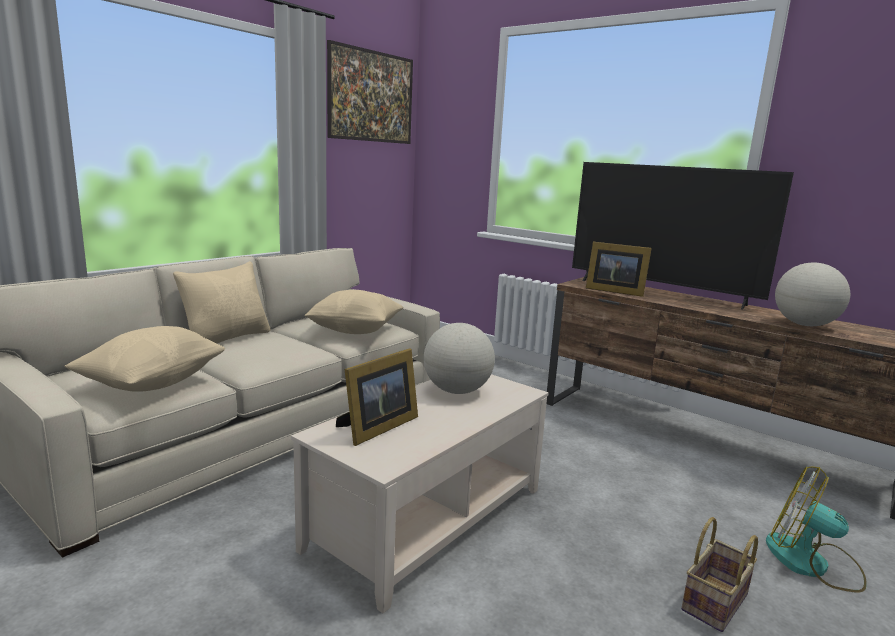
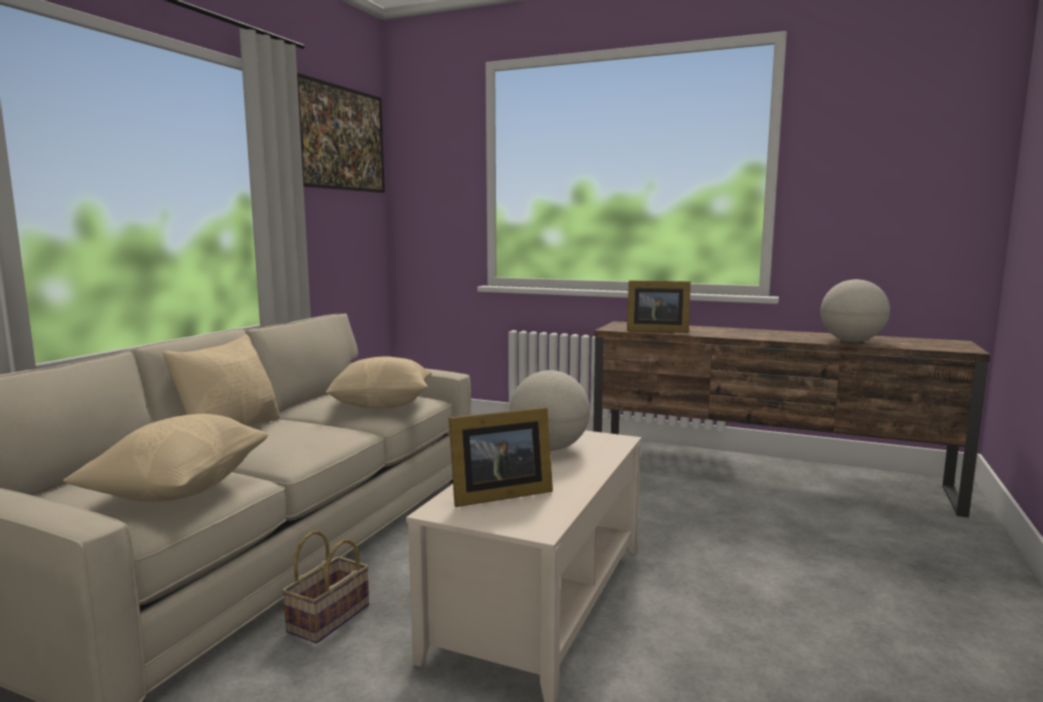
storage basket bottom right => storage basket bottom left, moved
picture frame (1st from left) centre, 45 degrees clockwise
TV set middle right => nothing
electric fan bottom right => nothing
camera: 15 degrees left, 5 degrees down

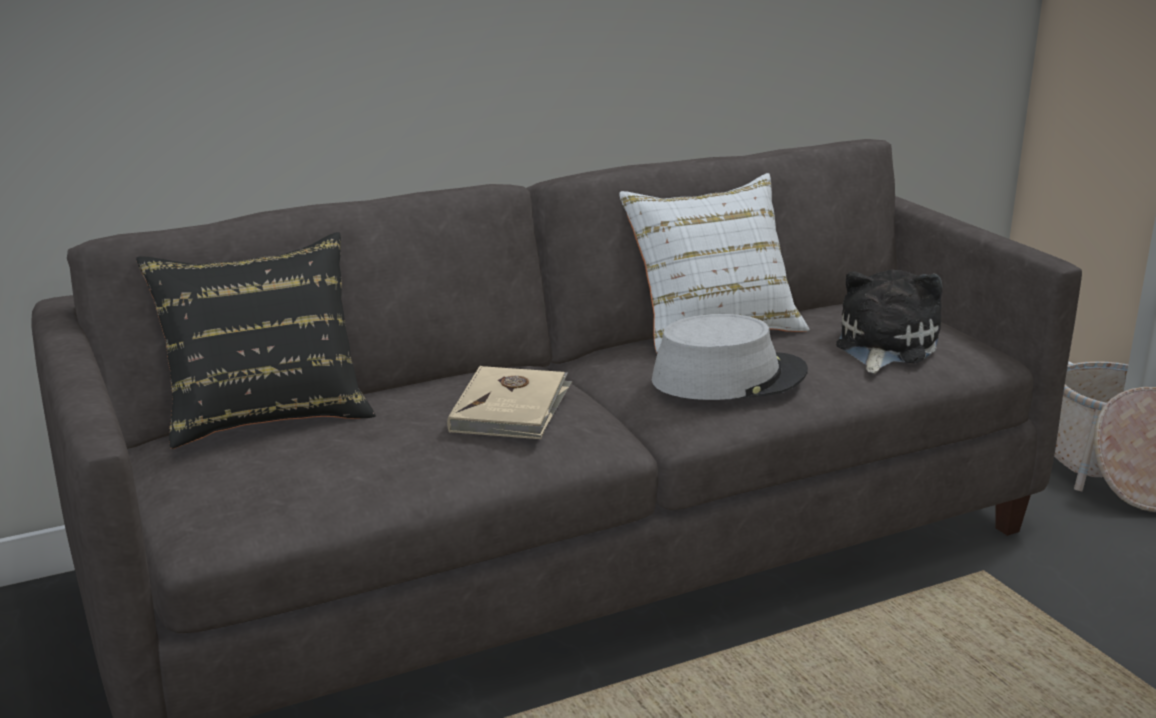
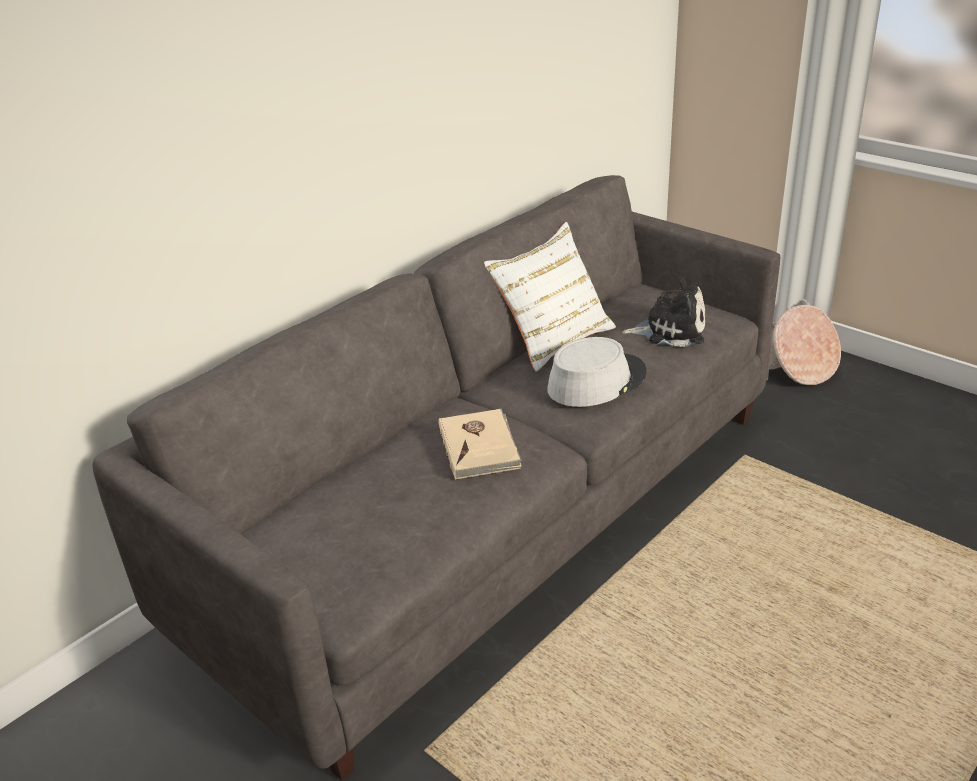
plush toy middle right, 90 degrees clockwise
throw pillow in black-coloured middle left => nothing
camera: 20 degrees left, 10 degrees up

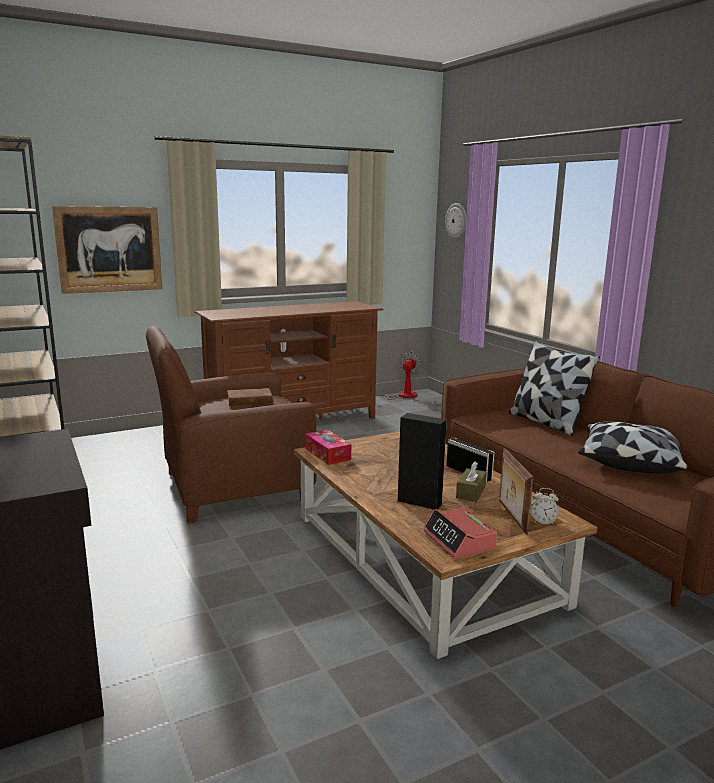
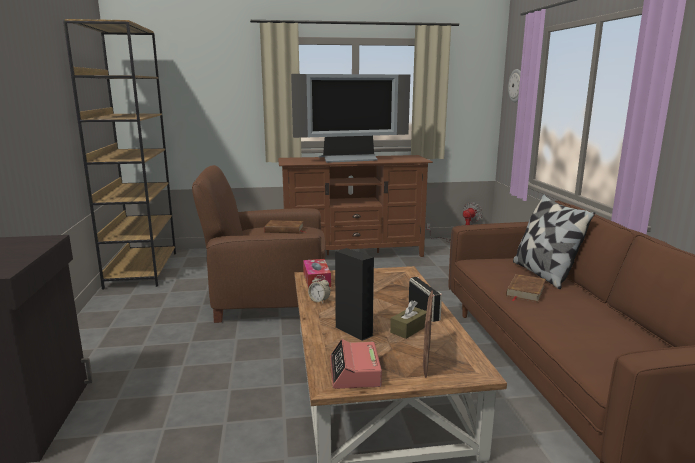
nothing => TV set top centre
table clock (2nd from left in the first image) middle right => table clock (1st from left) centre, moved
nothing => bound book in brownish (2nd from left) middle right
picture top left => nothing
throw pillow (2nd from left) middle right => nothing
camera: 20 degrees right, 0 degrees up

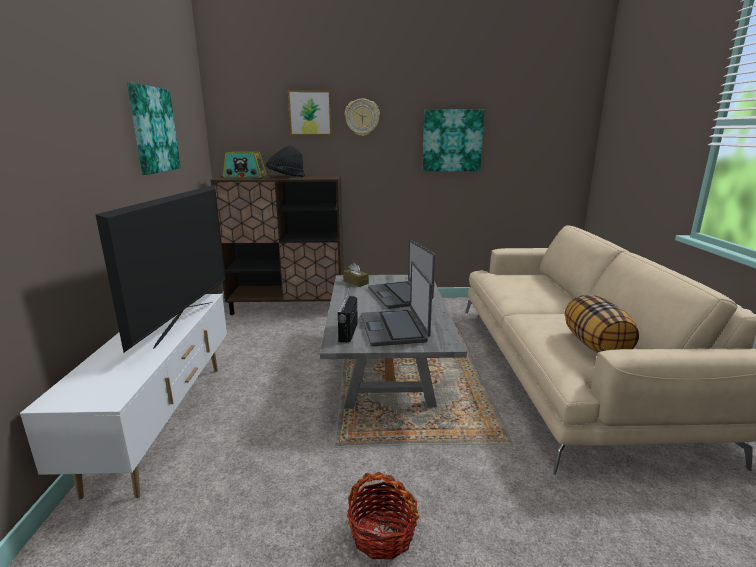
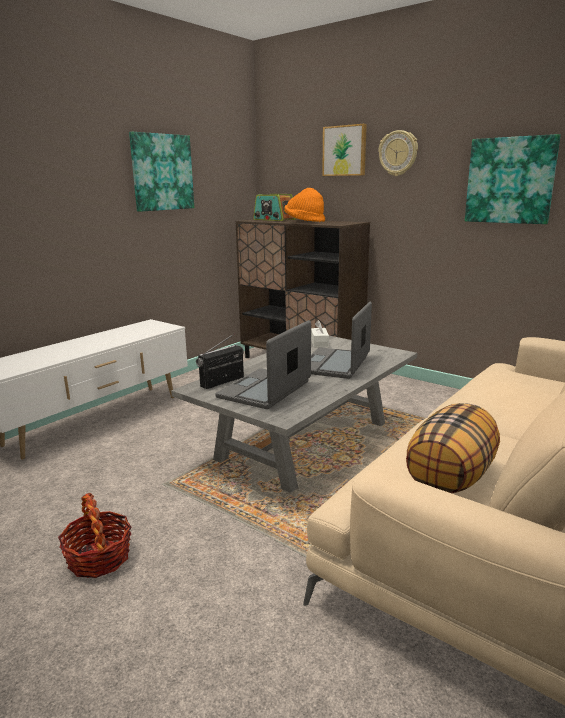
clothing hat in black-coloured top centre => clothing hat in orangey top centre
tissue box in brownish centre => tissue box in whitish centre
TV set middle left => nothing
camera: 40 degrees right, 0 degrees up

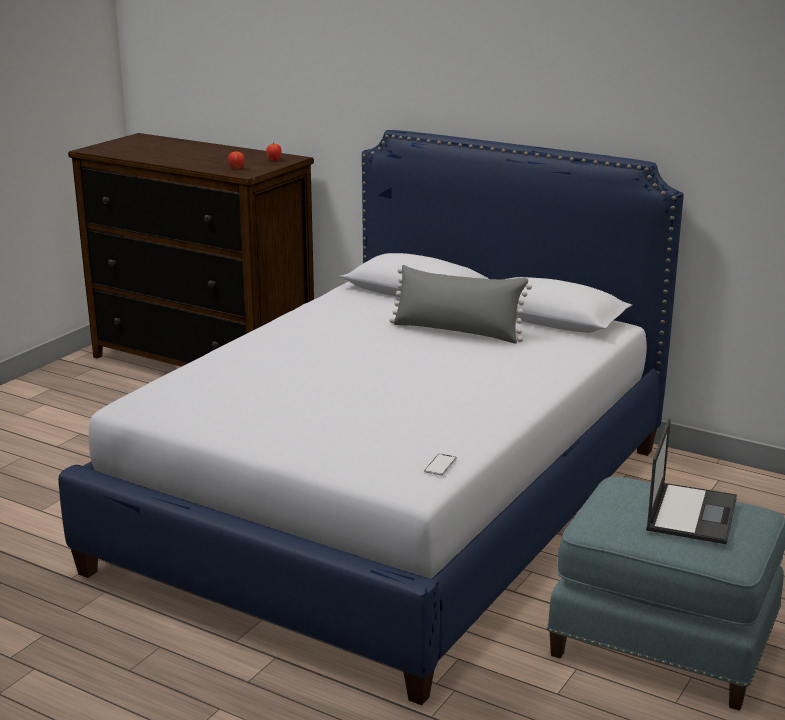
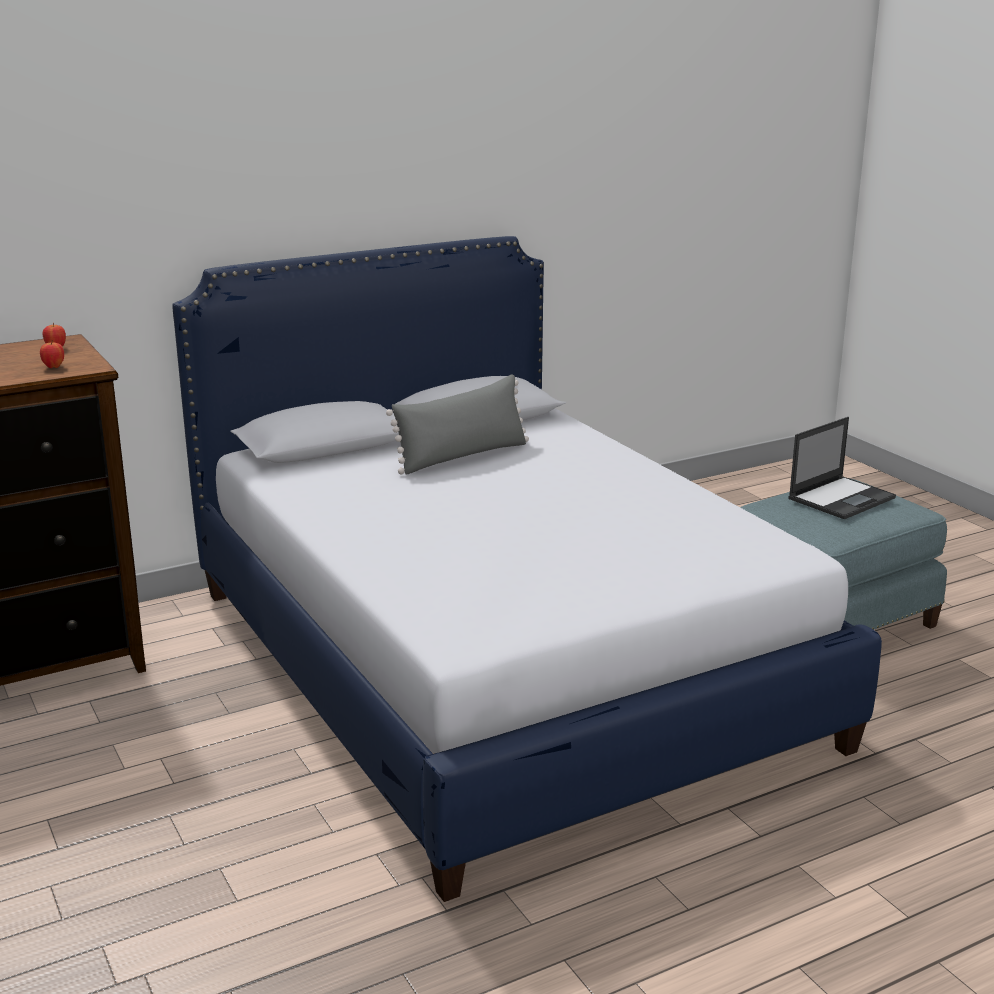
portable computer bottom right => portable computer middle right, 90 degrees clockwise
telephone centre => nothing
camera: 60 degrees left, 0 degrees up

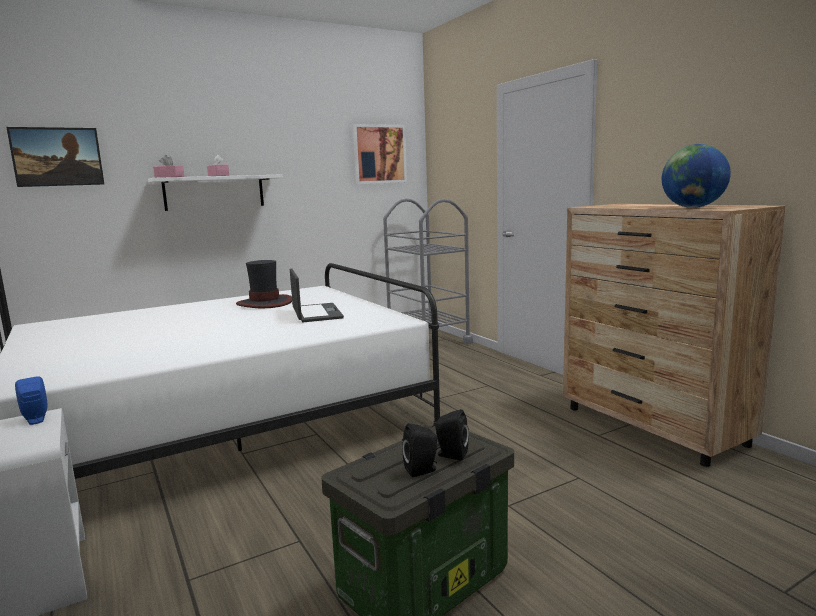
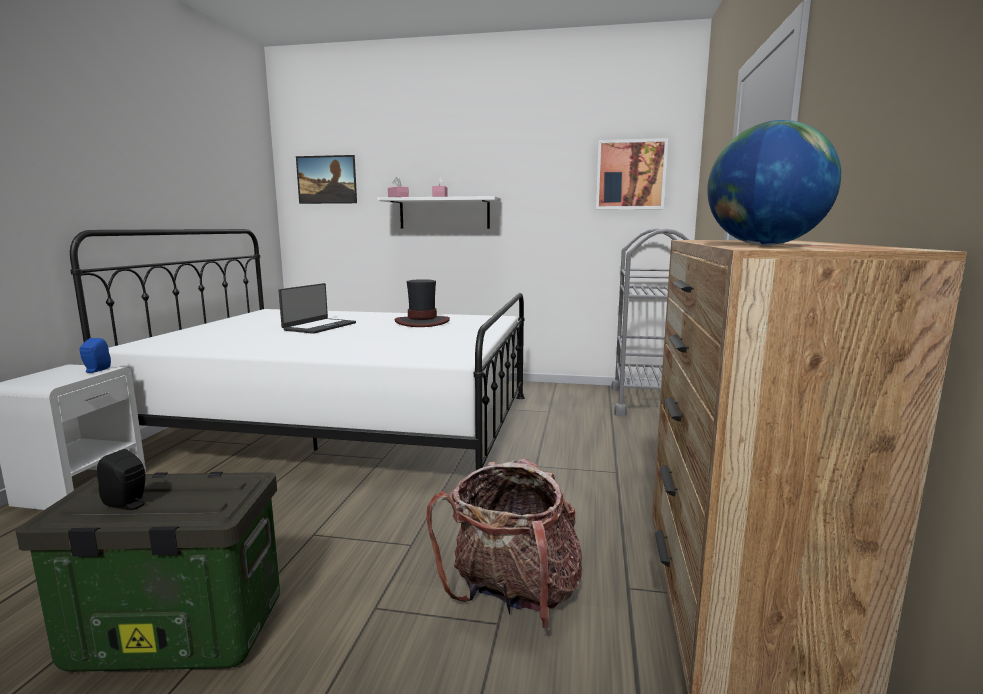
portable computer centre => portable computer middle left, moved
nothing => knapsack bottom centre
loudspeaker in black-coloured (2nd from left) bottom centre => nothing
camera: 40 degrees right, 0 degrees up

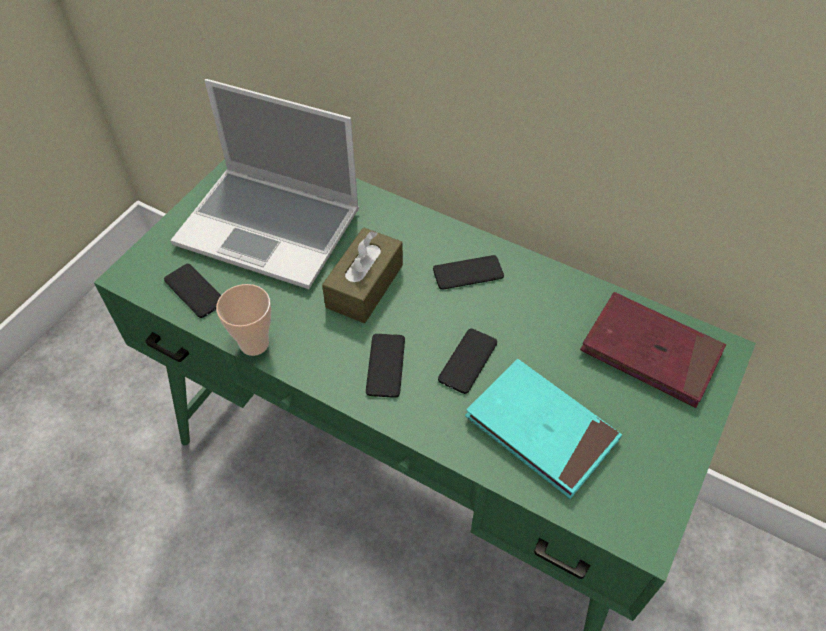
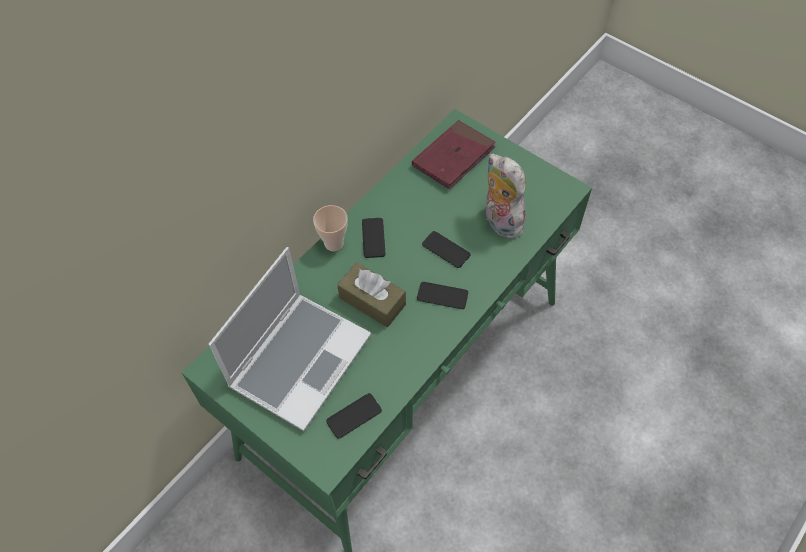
cup middle left => cup centre, moved
bound book in turquoise-coloured bottom centre => plush toy centre
camera: 80 degrees left, 5 degrees up

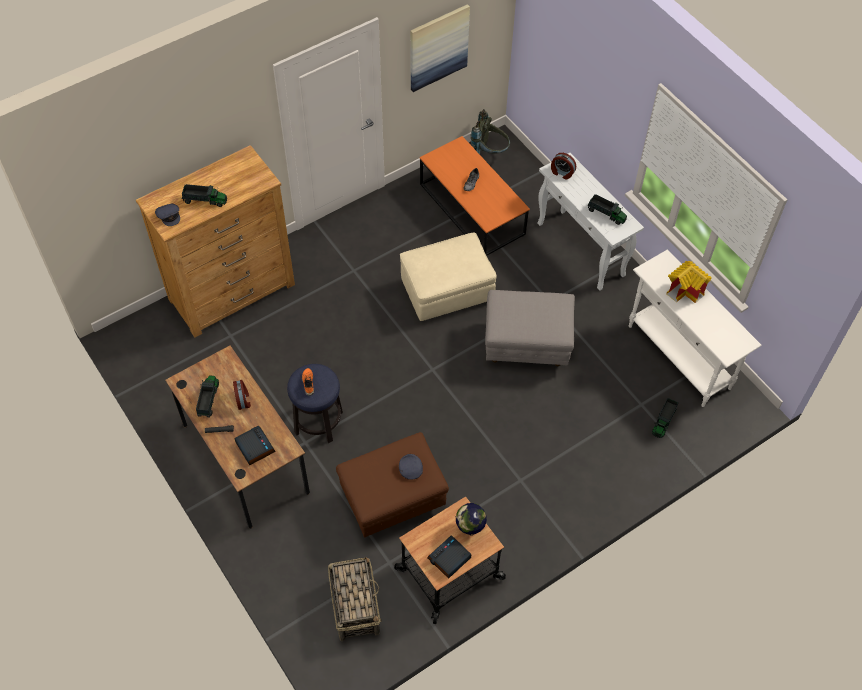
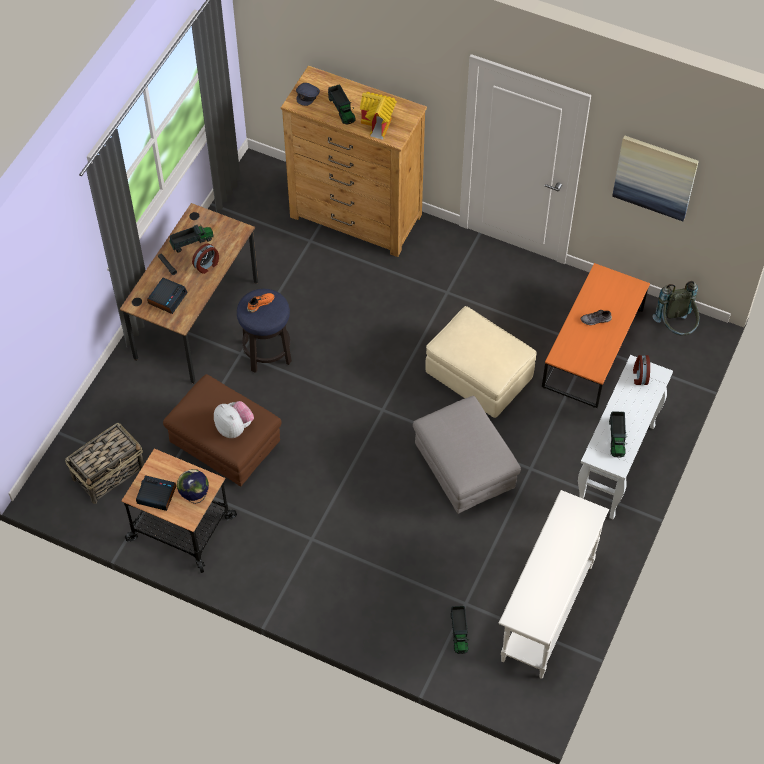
cap in gray (2nd from left) bottom centre => plush toy middle left
model house middle right => model house top centre, moved
toy truck (4th from left in the first image) middle right => toy truck (3rd from left) bottom centre, 90 degrees counterclockwise
camera: 60 degrees right, 0 degrees up

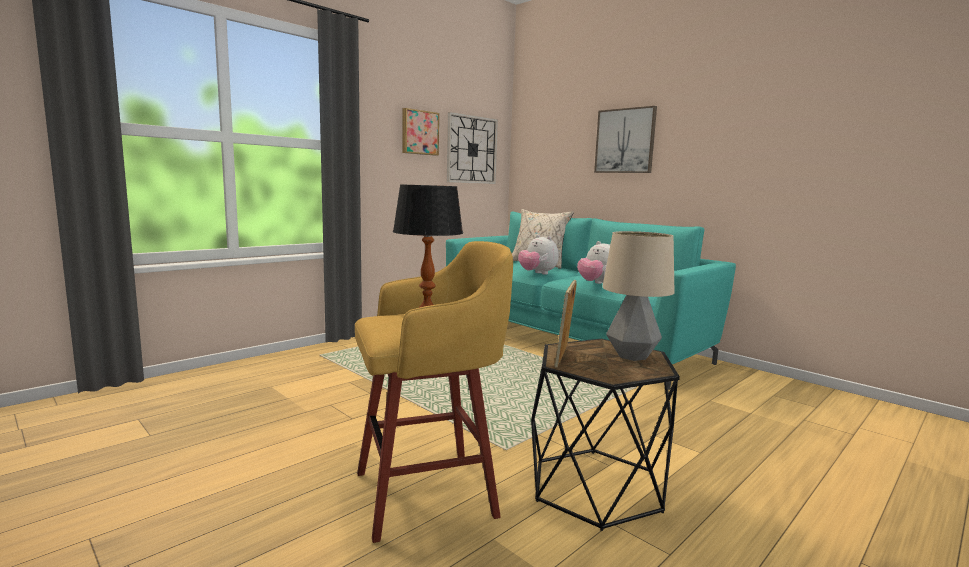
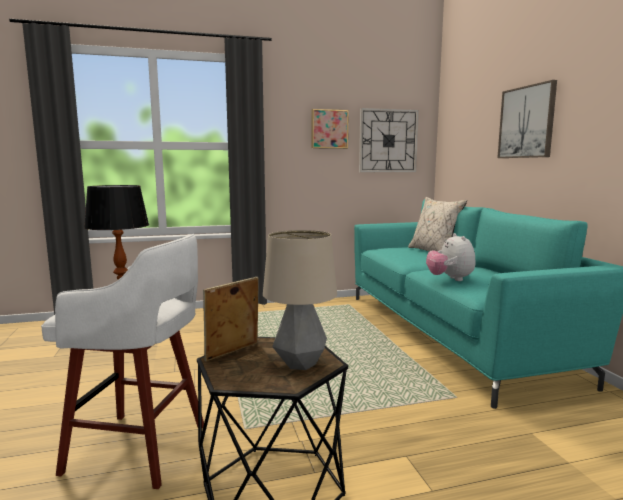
stool seat in yellowish bottom centre => stool seat in whitish bottom left
plush toy (1st from left) centre => nothing
camera: 30 degrees right, 0 degrees up

